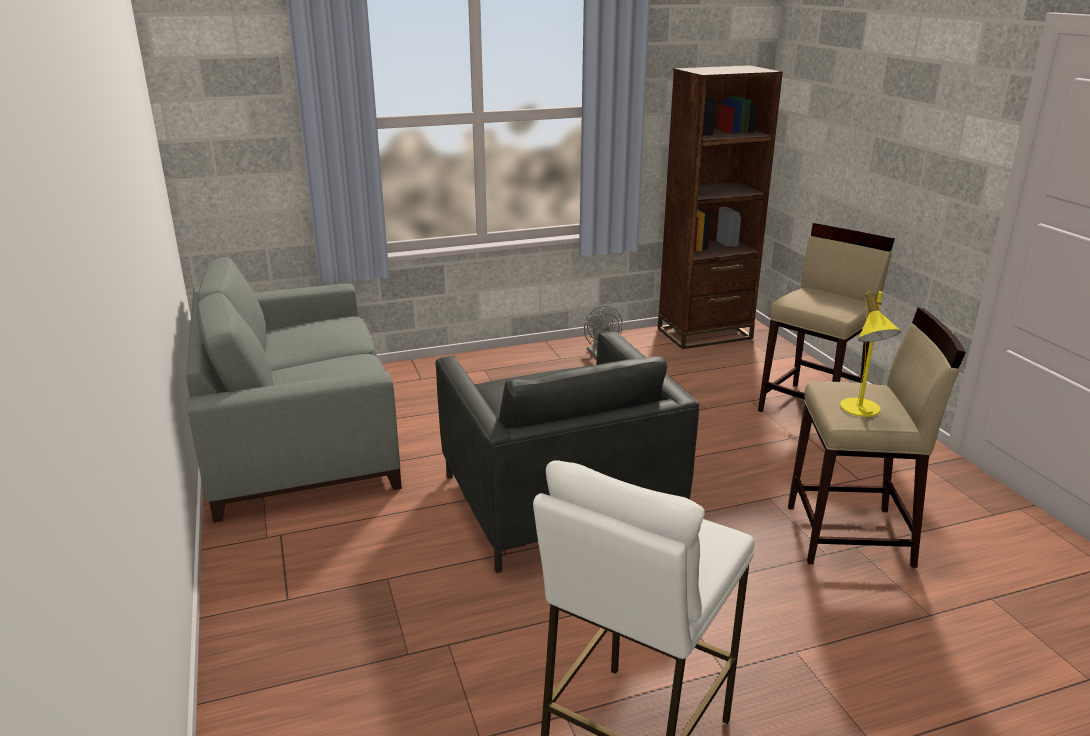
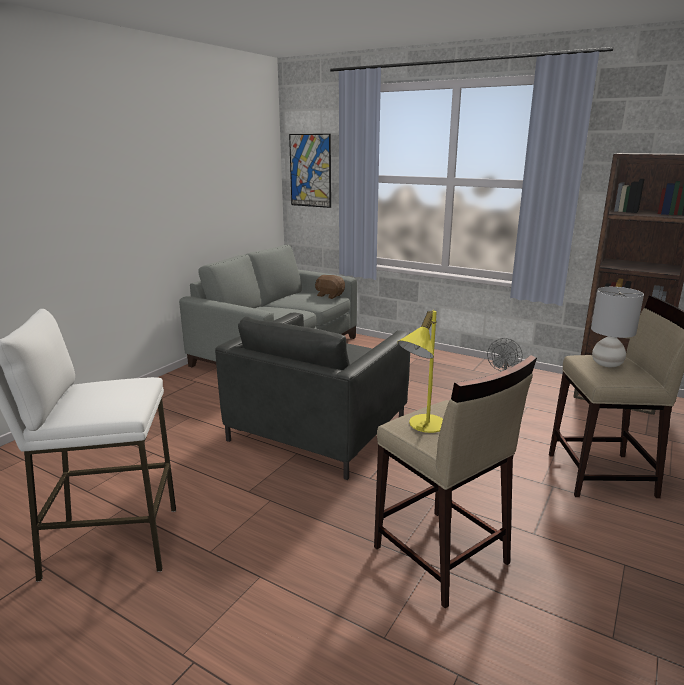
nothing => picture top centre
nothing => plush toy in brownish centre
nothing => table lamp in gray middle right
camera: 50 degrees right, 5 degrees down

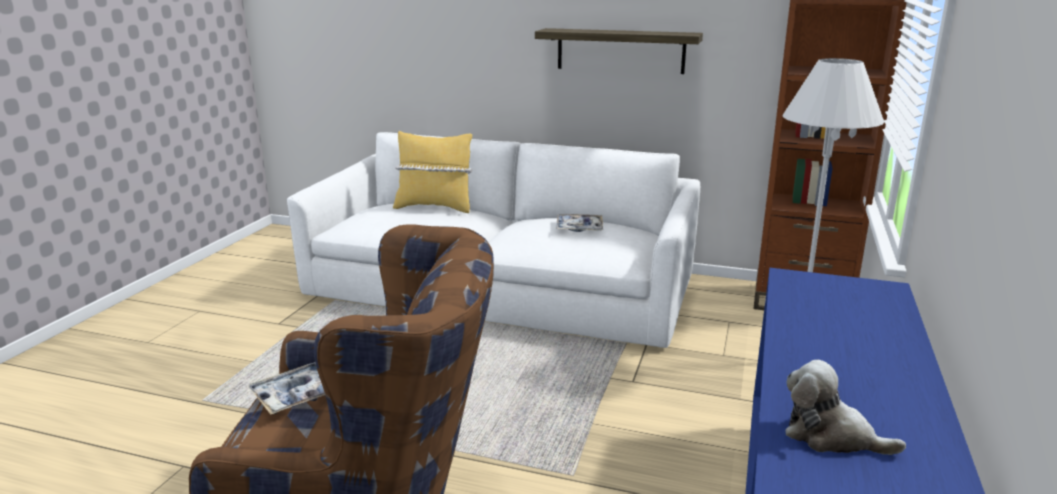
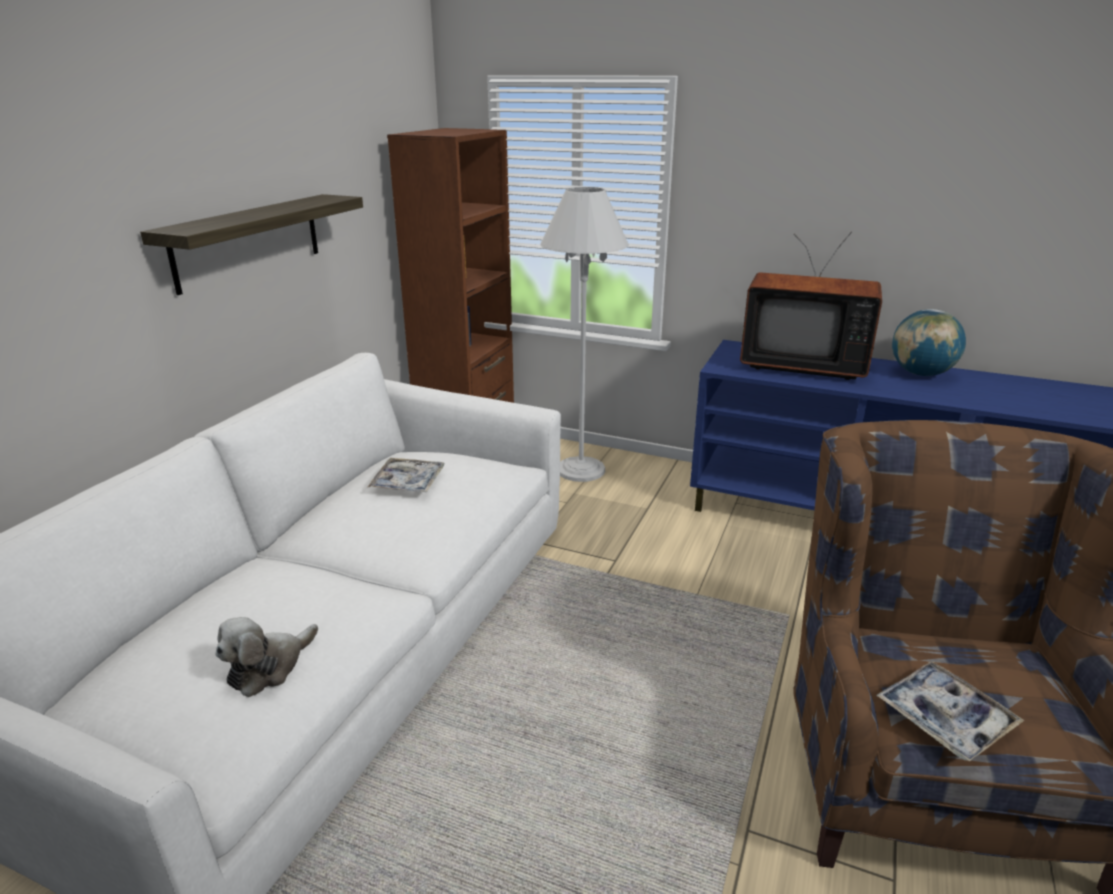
plush toy bottom right => plush toy bottom left, moved
nothing => TV set middle right
nothing => world globe middle right
throw pillow in yellowish centre => nothing
camera: 85 degrees left, 5 degrees up

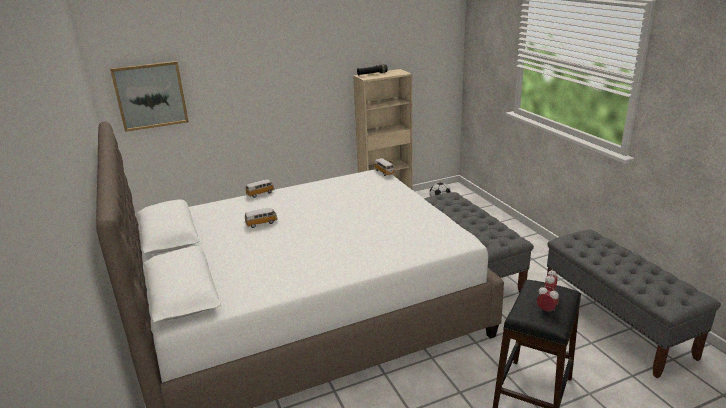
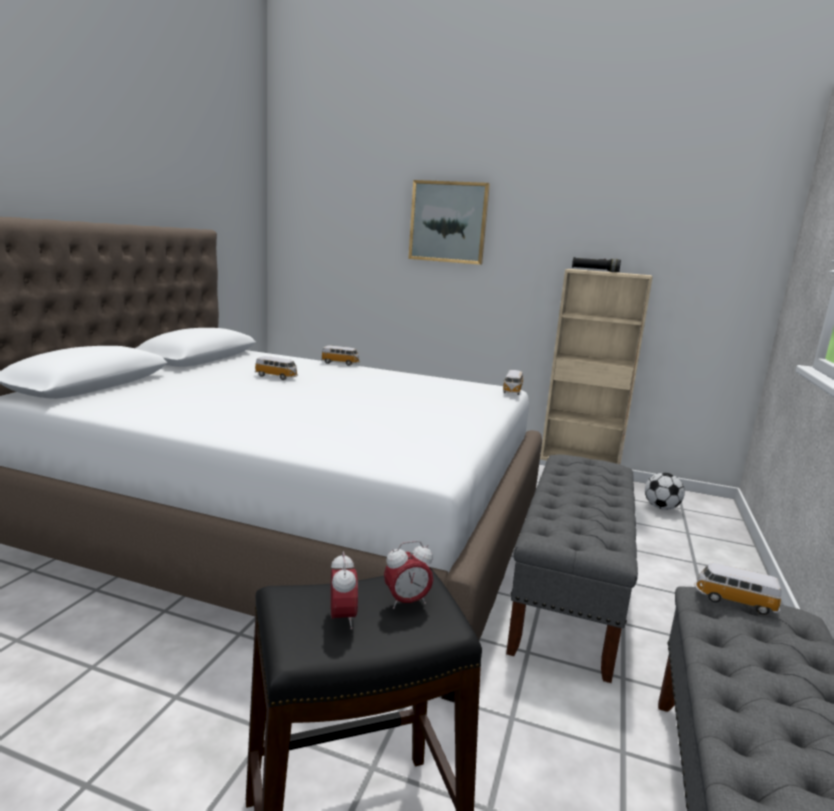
picture top left => picture top centre, moved
nothing => toy car (4th from left) bottom right
camera: 40 degrees right, 10 degrees down

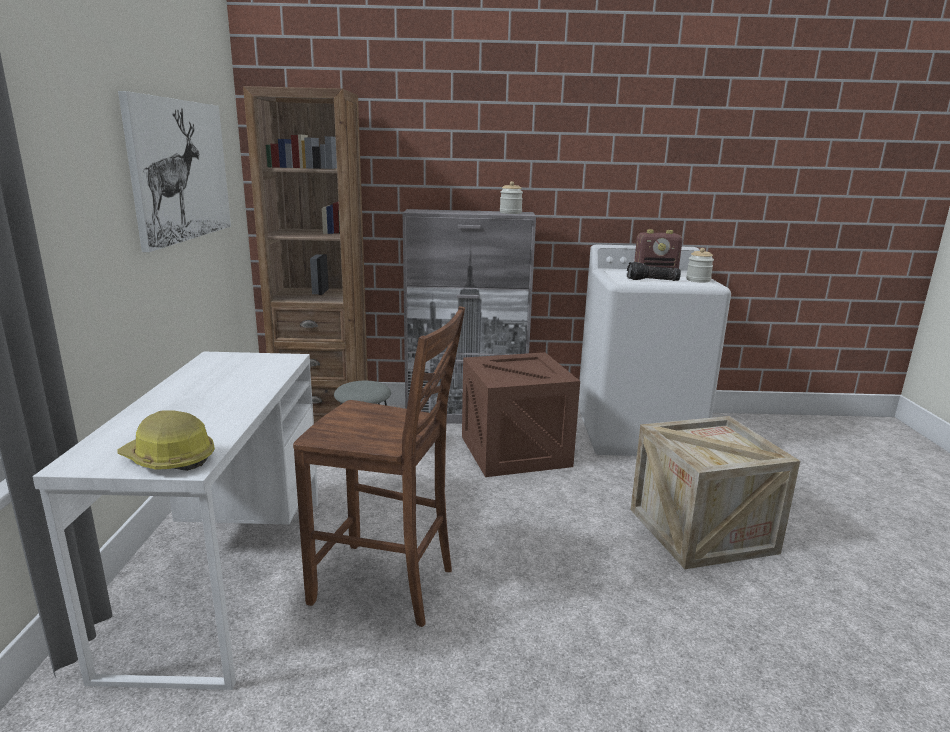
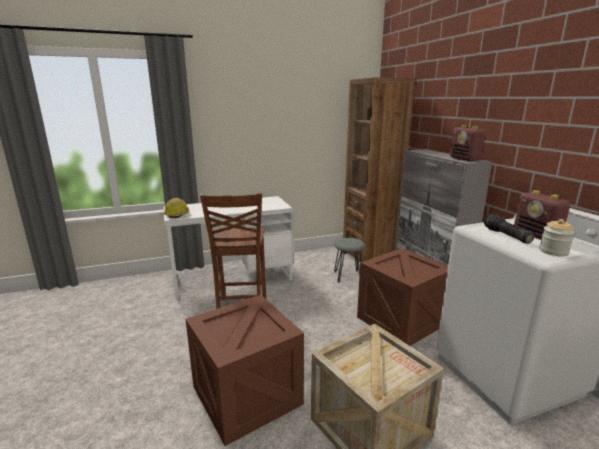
nothing => crate (1st from left) bottom centre
storage jar (1st from left) top centre => radio receiver (1st from left) top right
picture top left => nothing
camera: 70 degrees right, 0 degrees up

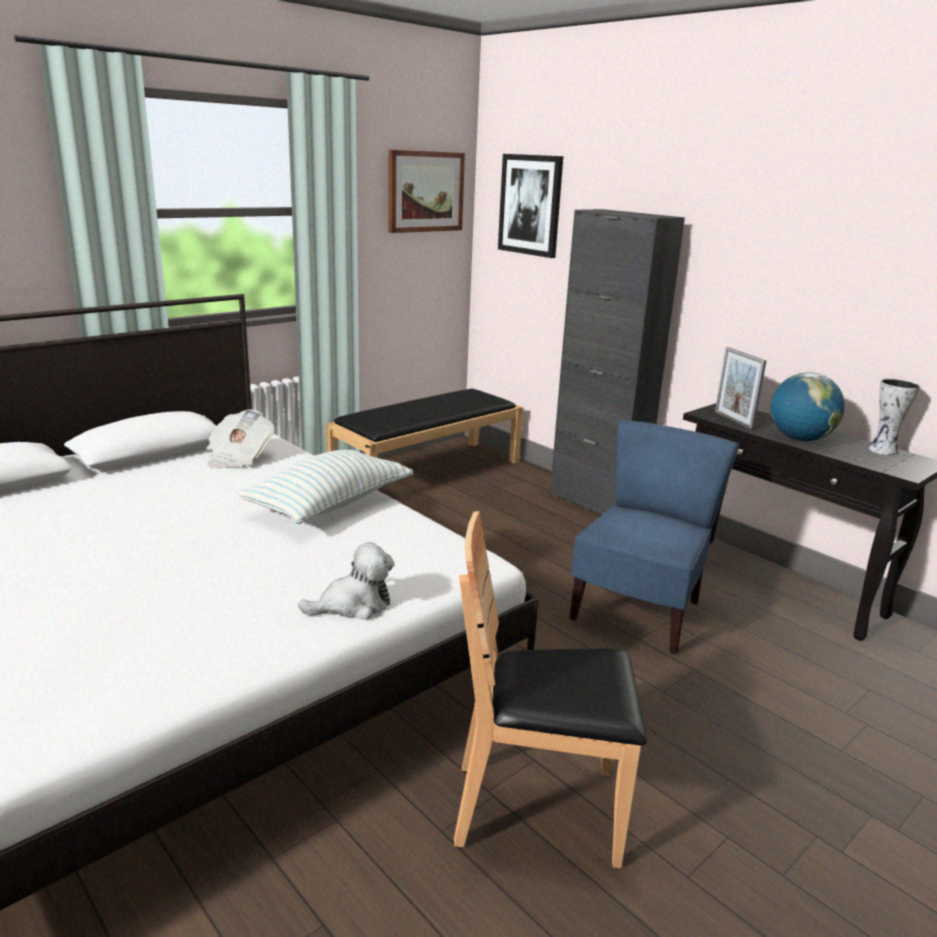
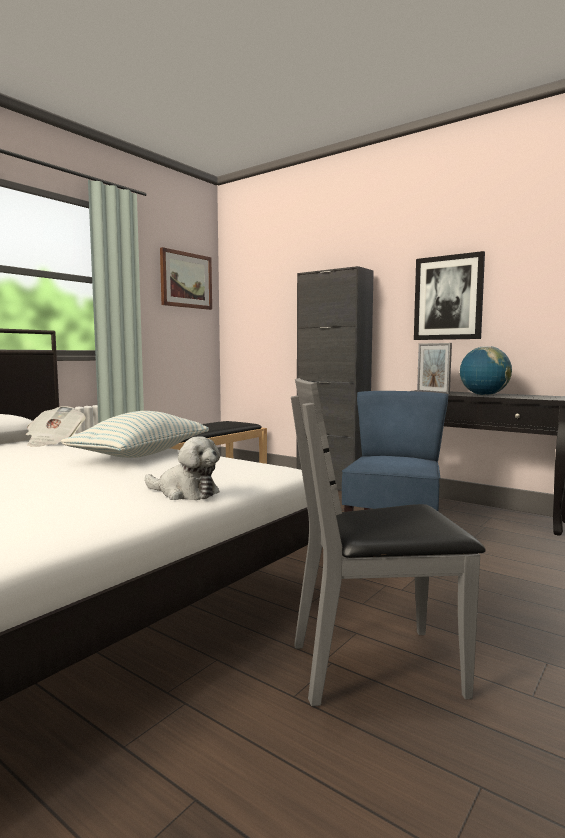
plush toy centre => plush toy middle left, 60 degrees clockwise
chair in brownish bottom centre => chair in gray middle right
picture (2nd from left) top centre => picture (2nd from left) middle right, moved
vase middle right => nothing
camera: 10 degrees left, 15 degrees down

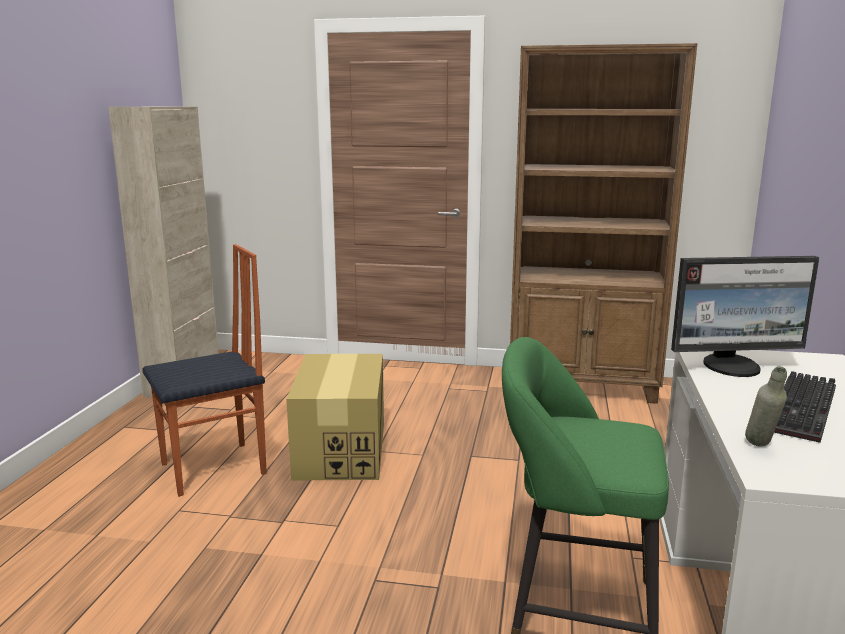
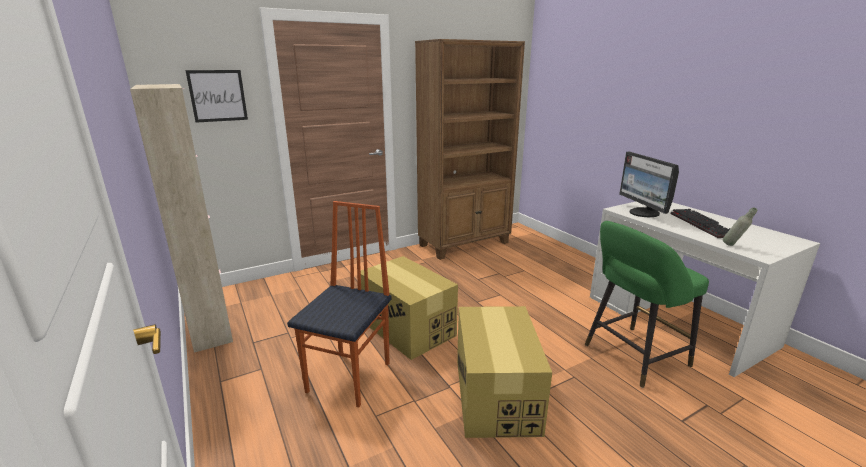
nothing => picture top left
nothing => carton (2nd from left) bottom centre
computer screen middle right, 120 degrees clockwise
camera: 40 degrees left, 5 degrees up

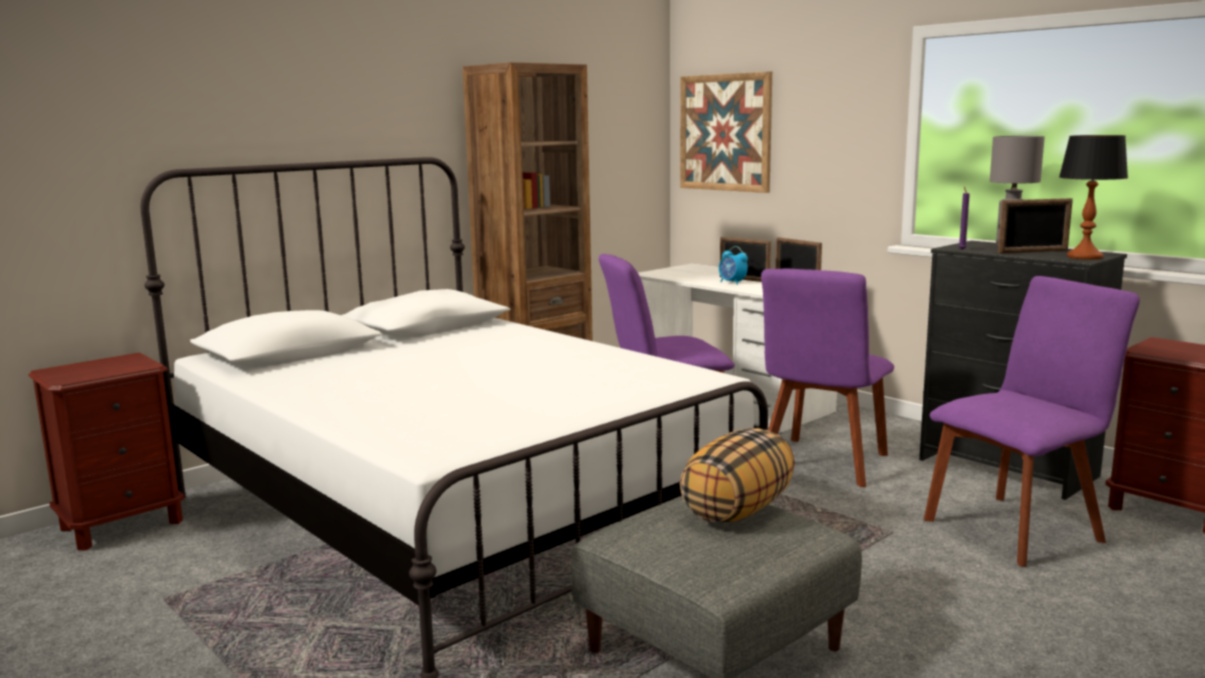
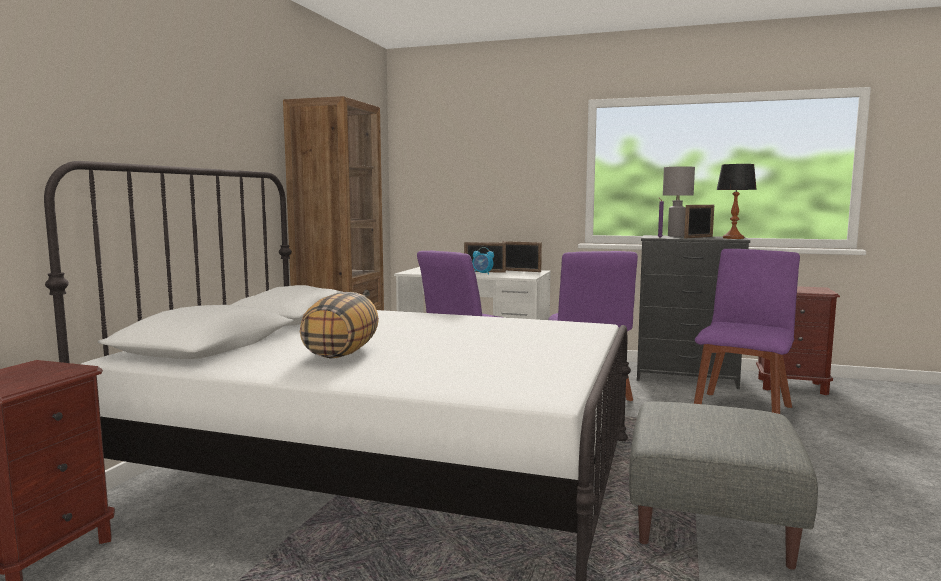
throw pillow bottom centre => throw pillow centre, moved
picture top centre => nothing
camera: 30 degrees left, 5 degrees down

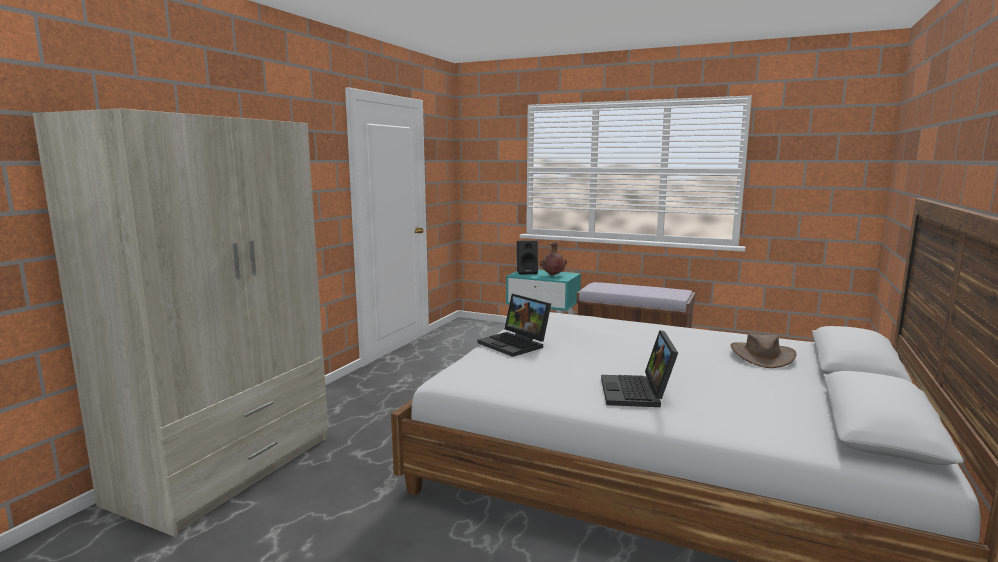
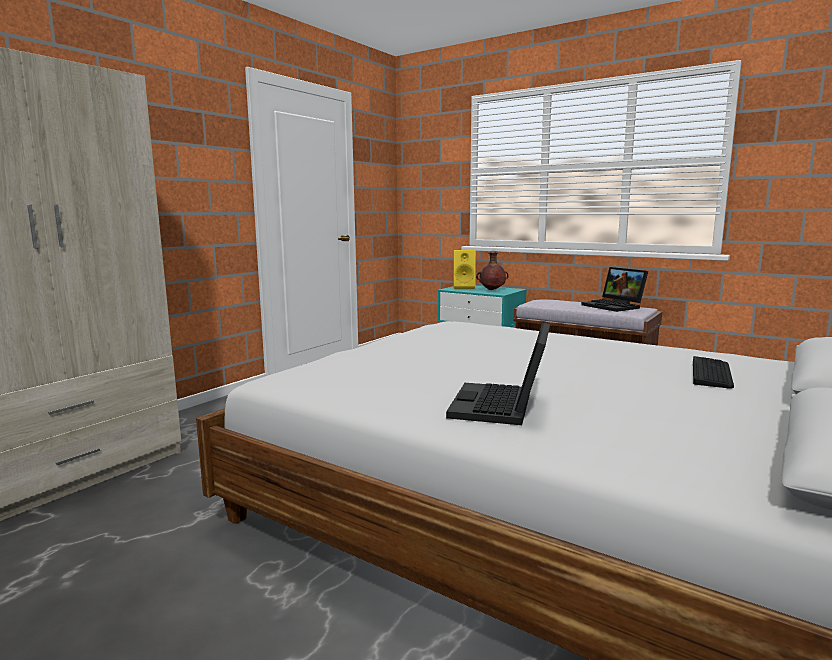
loudspeaker in black-coloured centre => loudspeaker in yellowish centre
portable computer (1st from left in the first image) centre => portable computer (2nd from left) middle right, moved
clothing hat in brownish middle right => PC keyboard middle right
camera: 10 degrees right, 0 degrees up

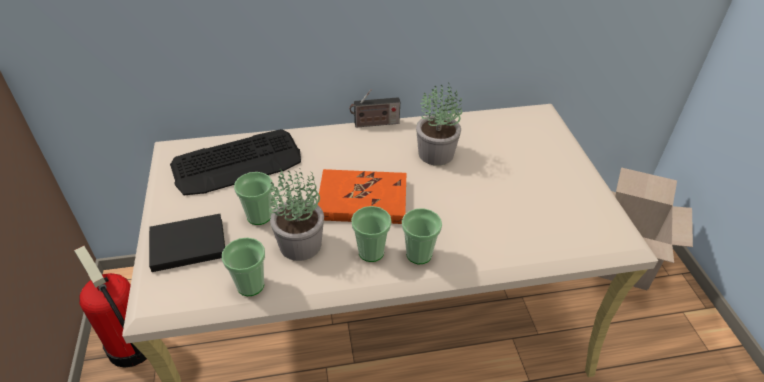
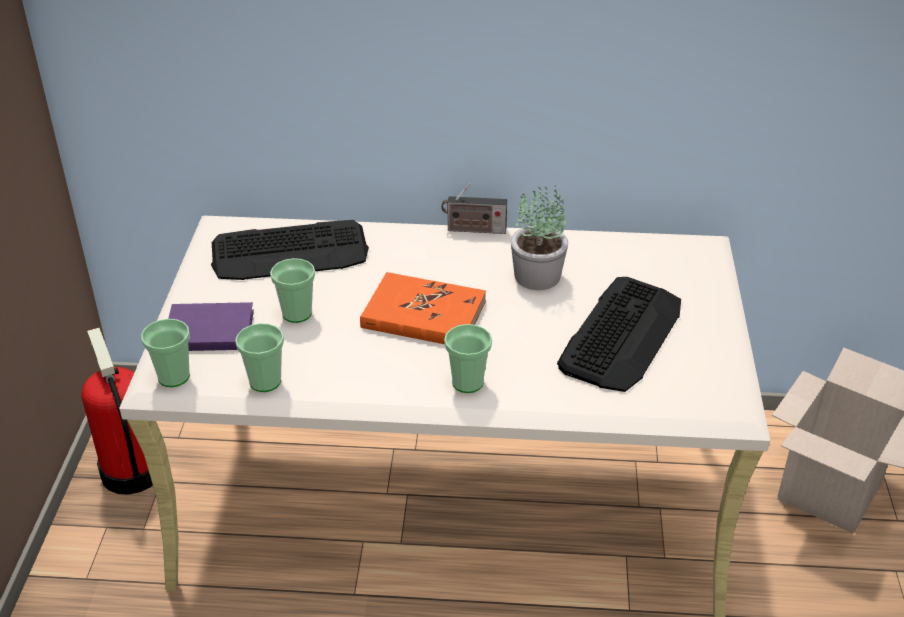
cup (3rd from left in the first image) centre => cup (1st from left) middle left, moved
bound book in black-coloured middle left => bound book in purplish middle left
nothing => PC keyboard (2nd from left) middle right
plant in a pot (1st from left) centre => nothing
camera: 15 degrees right, 5 degrees down

